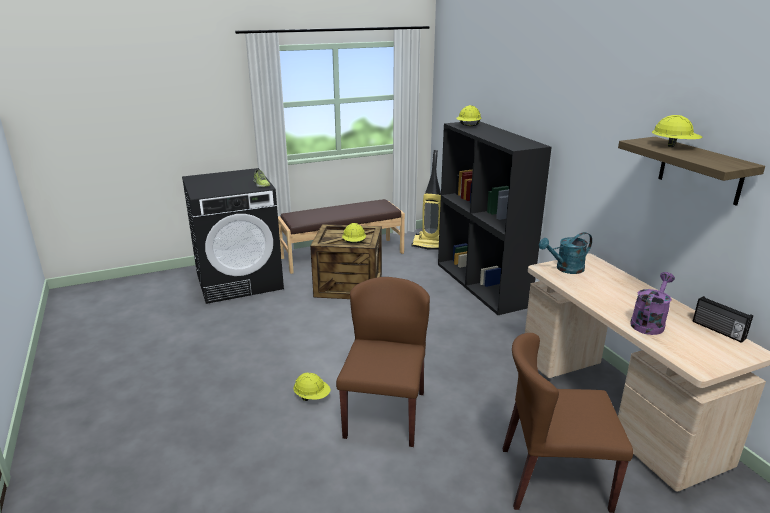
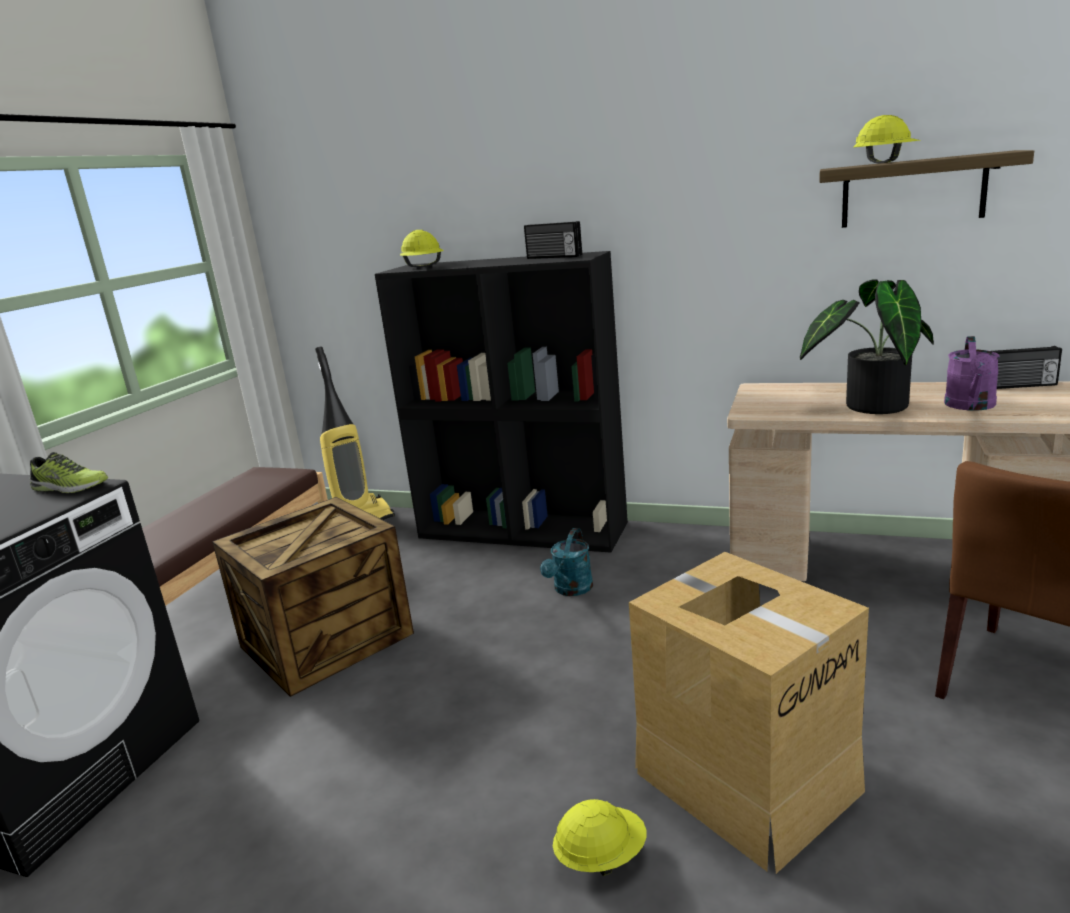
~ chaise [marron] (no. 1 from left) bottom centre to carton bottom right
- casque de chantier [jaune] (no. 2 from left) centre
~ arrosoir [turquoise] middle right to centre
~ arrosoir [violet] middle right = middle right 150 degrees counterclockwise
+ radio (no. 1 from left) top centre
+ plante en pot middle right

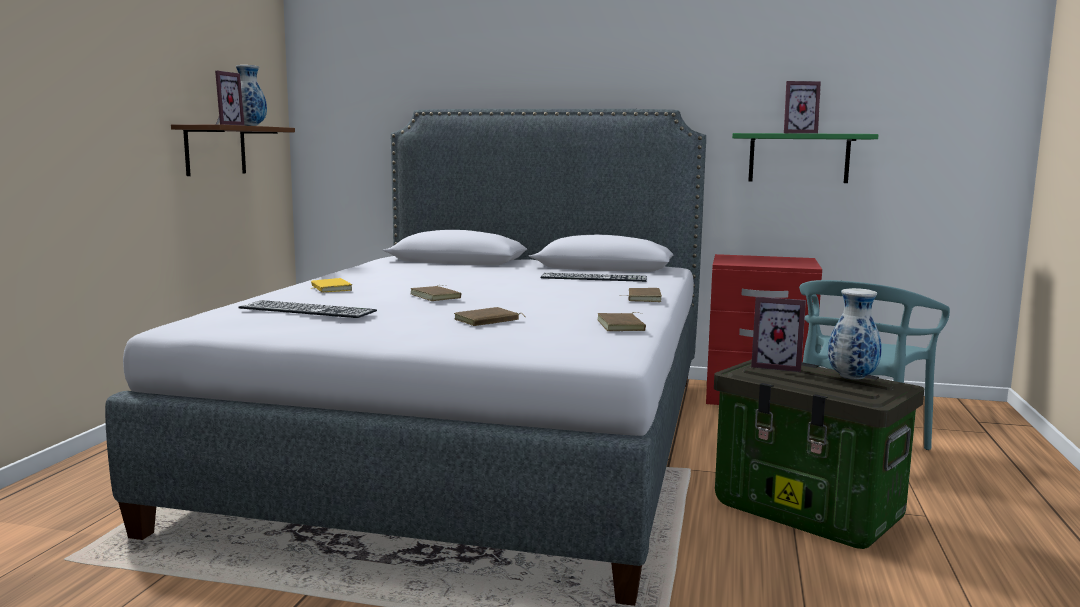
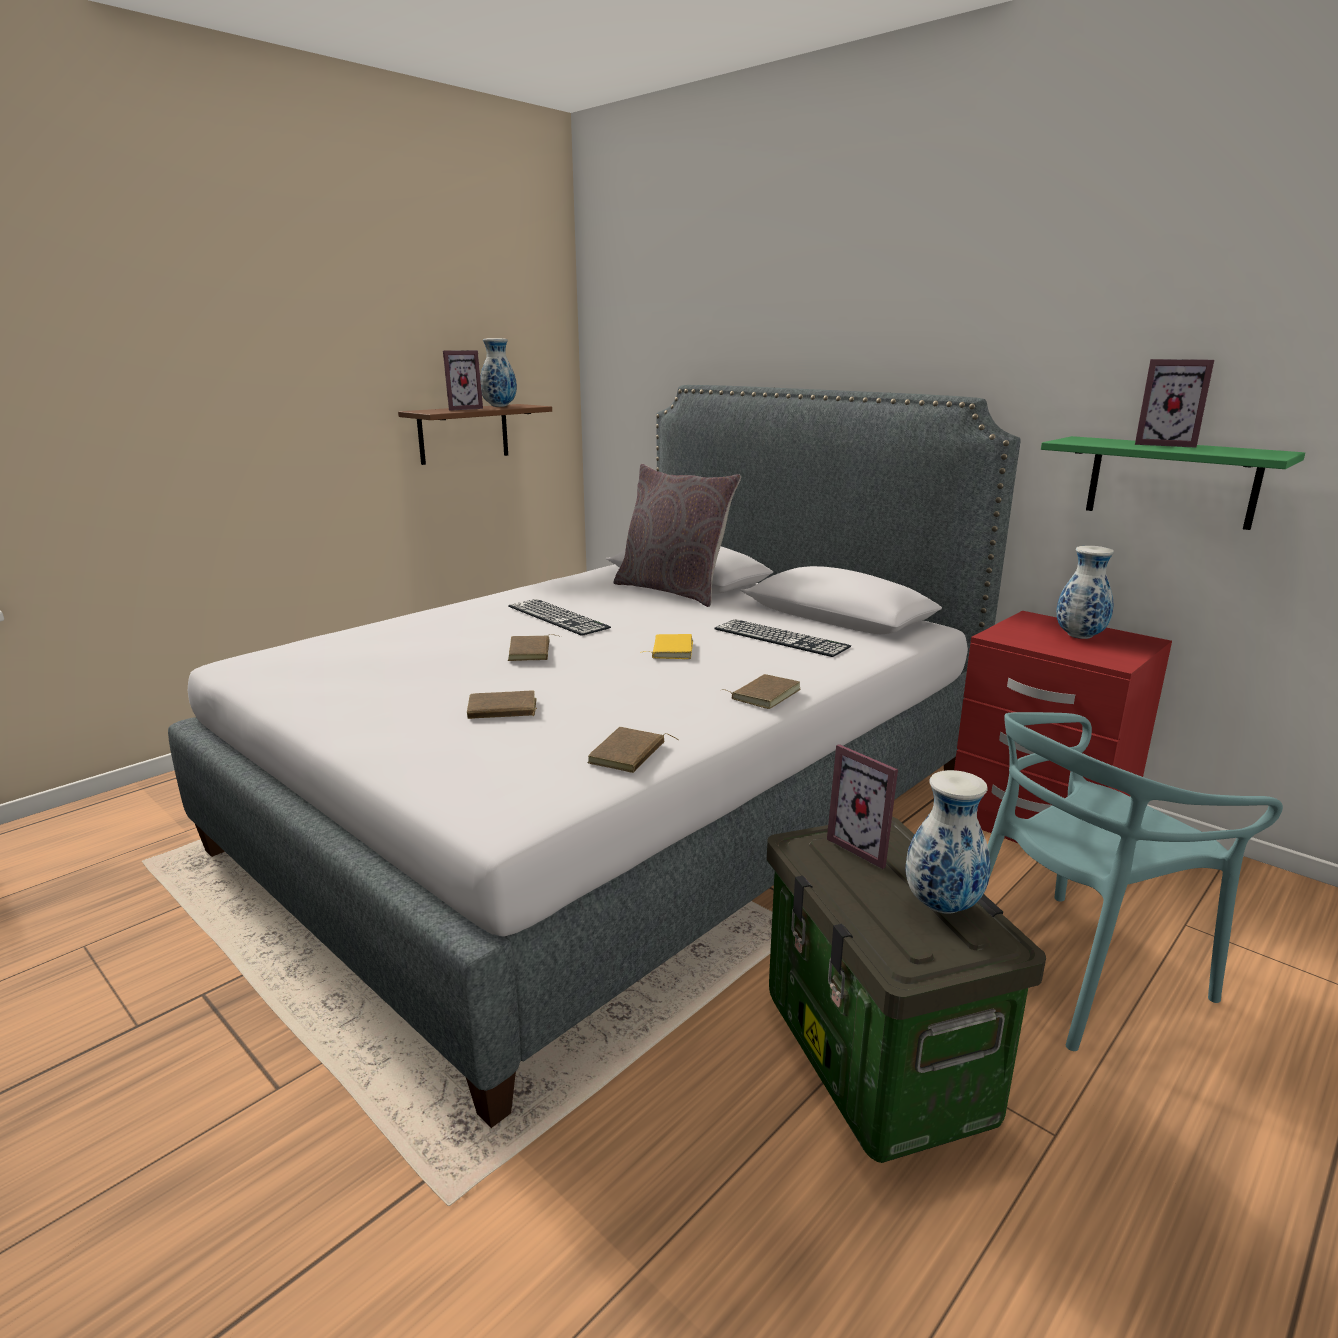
~ clavier (no. 1 from left) middle left to centre
~ livre [jaune] middle left to centre
+ coussin [gris] centre
+ vase (no. 3 from left) middle right

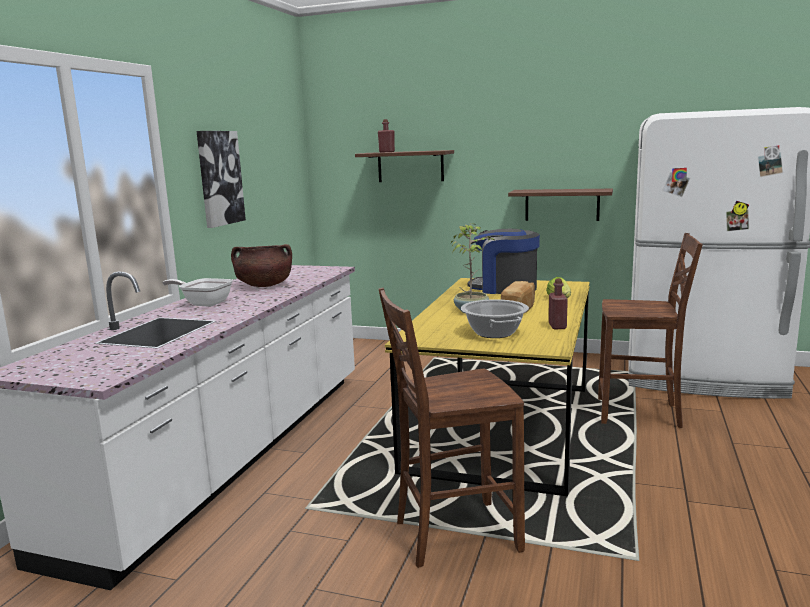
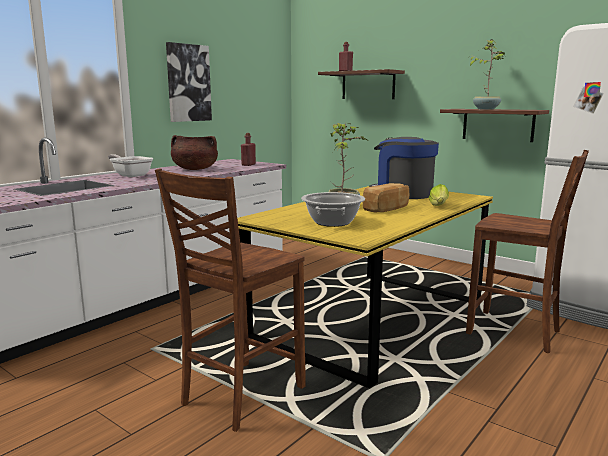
~ chaise [marron] (no. 1 from left) bottom centre = centre 60 degrees counterclockwise
~ bouteille [rouge] (no. 2 from left in the first image) middle right to bouteille [rouge] (no. 1 from left) top centre
+ plante en pot (no. 2 from left) top right

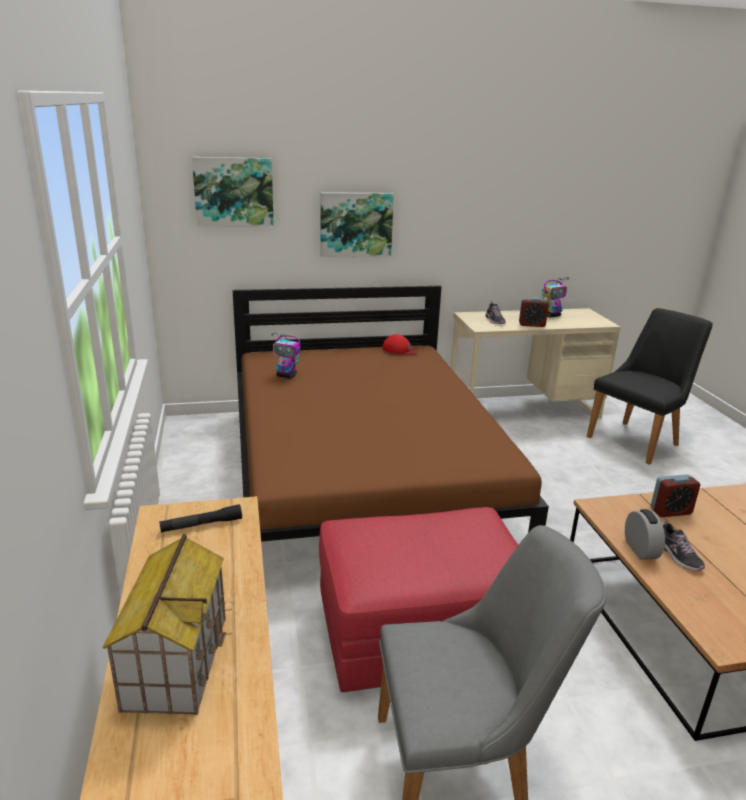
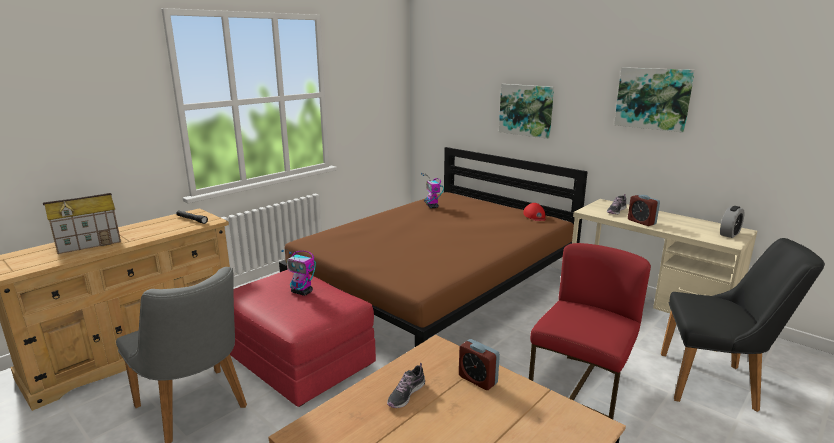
~ tableau (no. 1 from left in the first image) top left to tableau (no. 2 from left) top right
~ robot jouet (no. 2 from left in the first image) middle right to robot jouet (no. 1 from left) centre
~ réveil (no. 2 from left in the first image) bottom right to réveil (no. 3 from left) middle right
+ chaise [rouge] bottom right

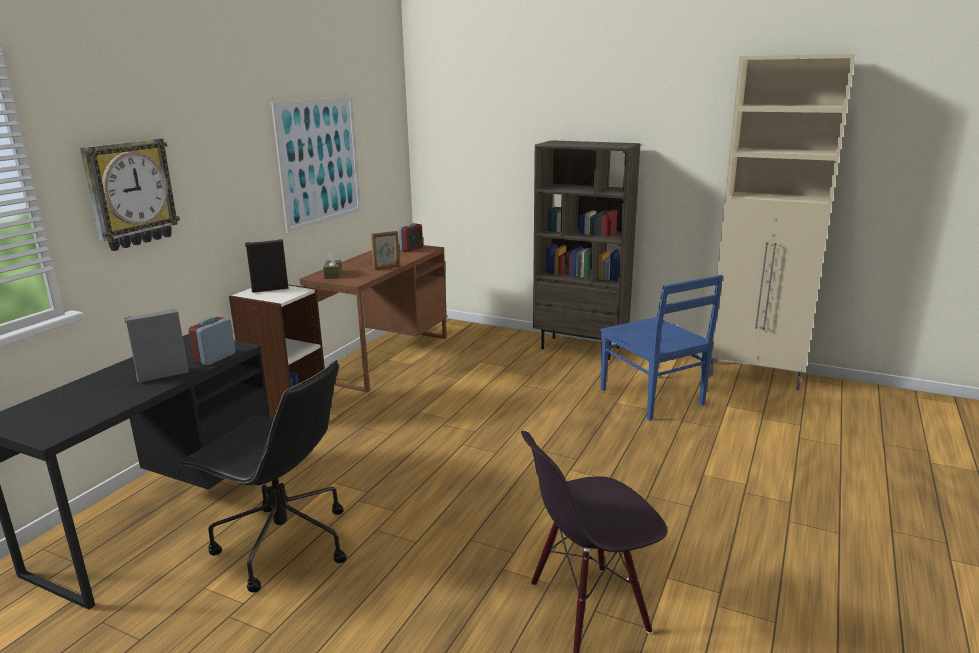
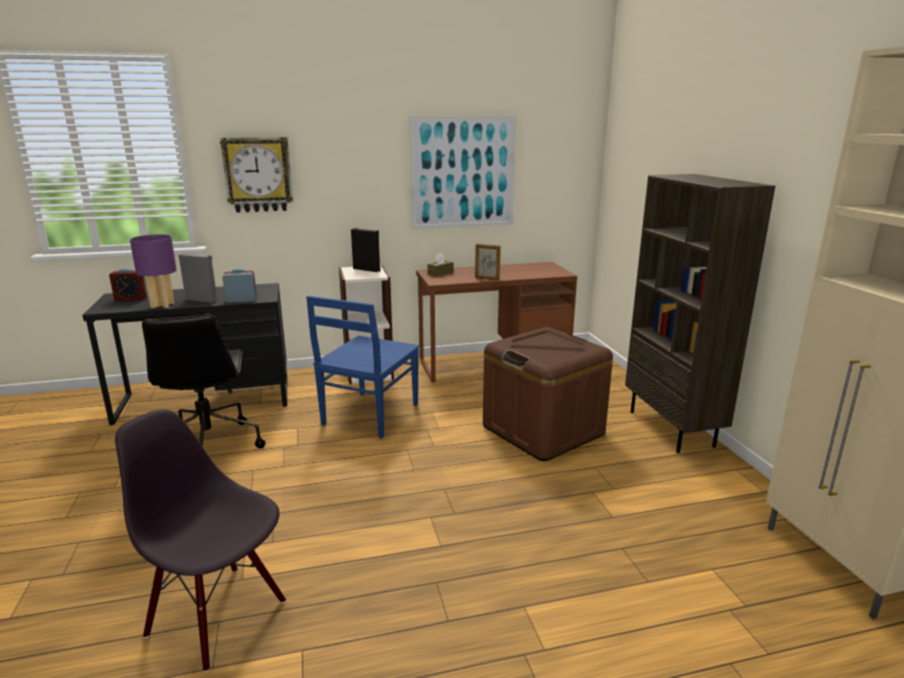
~ réveil (no. 2 from left in the first image) centre to réveil (no. 1 from left) middle left
~ chaise [bleu] middle right to centre
+ lampe de table [violet] middle left
+ boîte de rangement [marron] centre

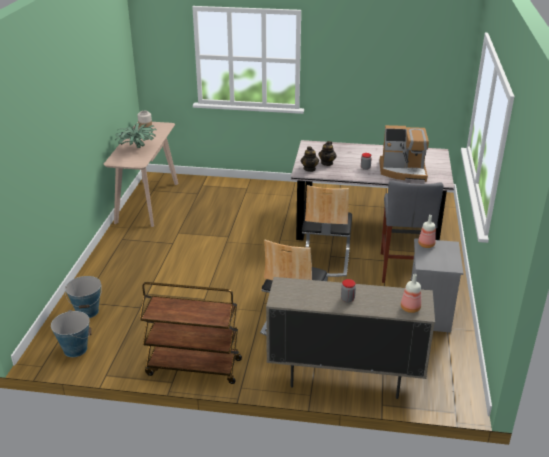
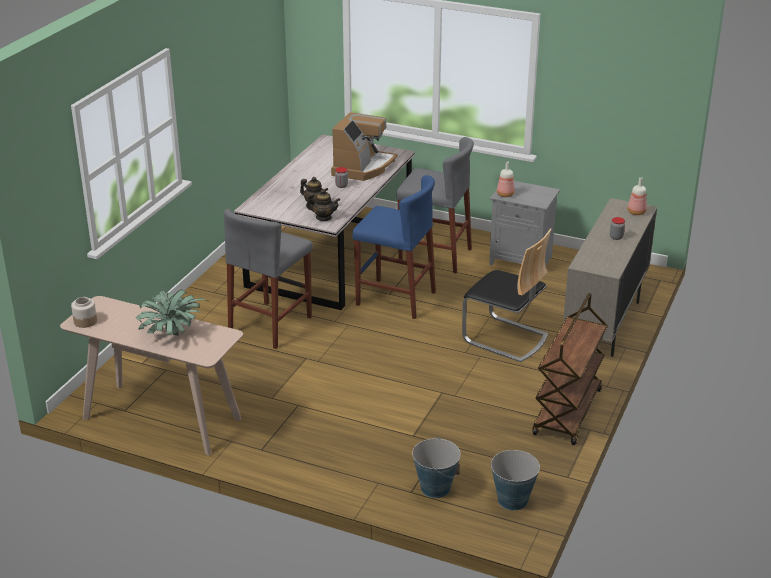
~ chaise (no. 2 from left) centre to tabouret [bleu] centre
+ tabouret [gris] (no. 1 from left) centre

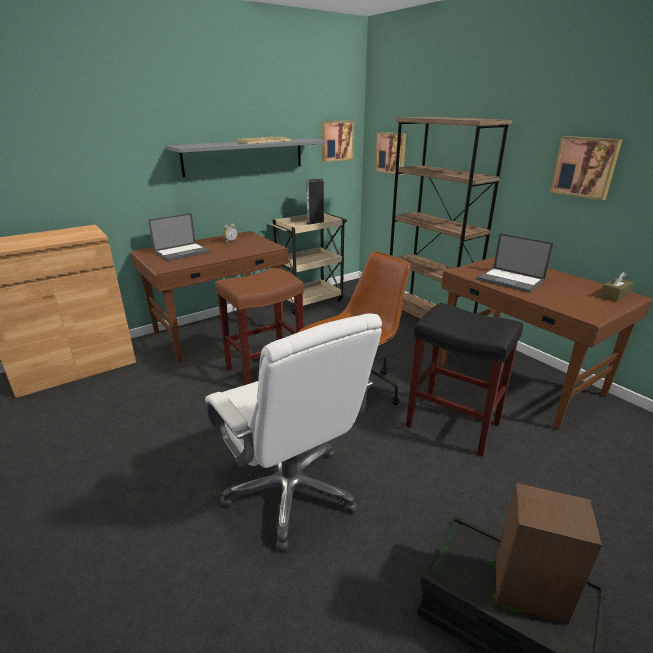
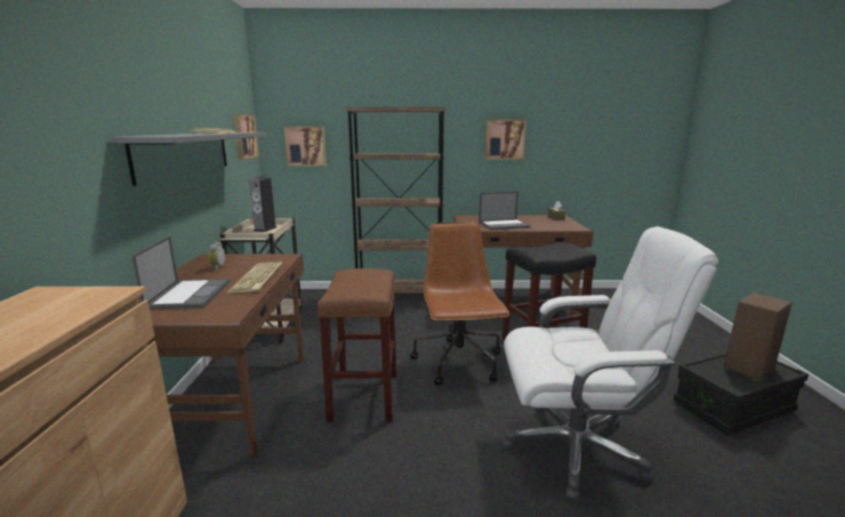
+ clavier (no. 2 from left) middle left

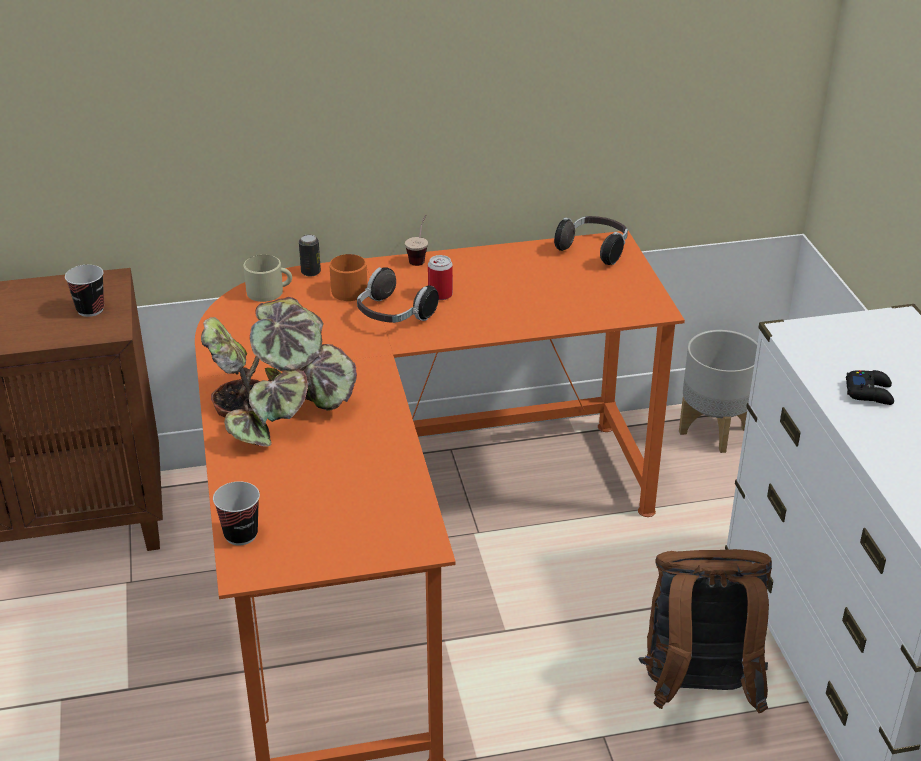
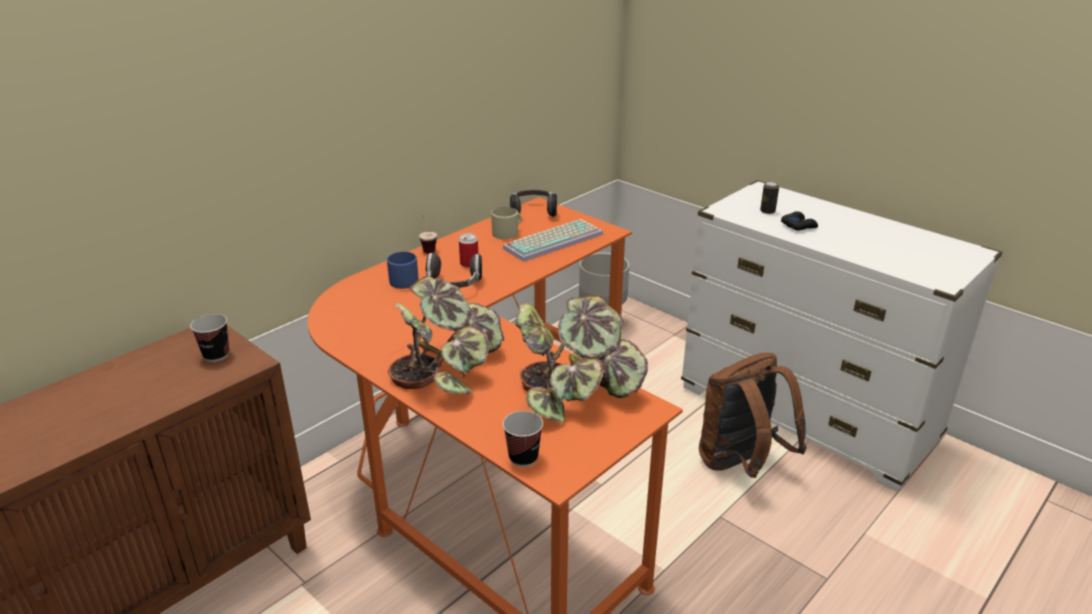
~ mug [beige] middle left to centre
~ boîte métallique (no. 1 from left in the first image) centre to boîte métallique (no. 2 from left) top right
~ mug [orange] centre to mug [bleu] centre
+ clavier centre
+ plante en pot (no. 2 from left) centre

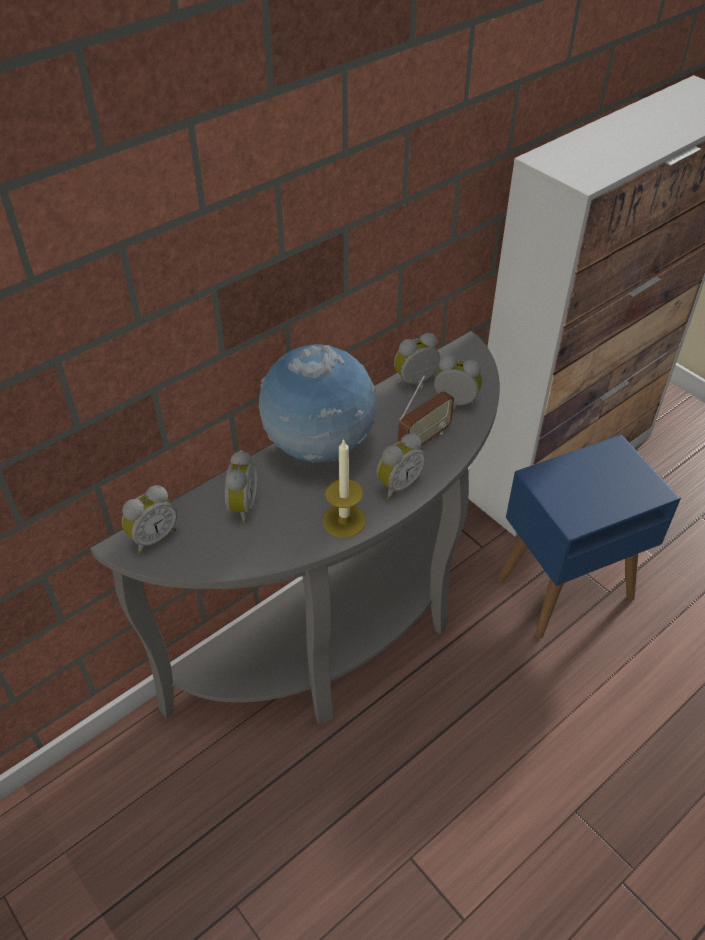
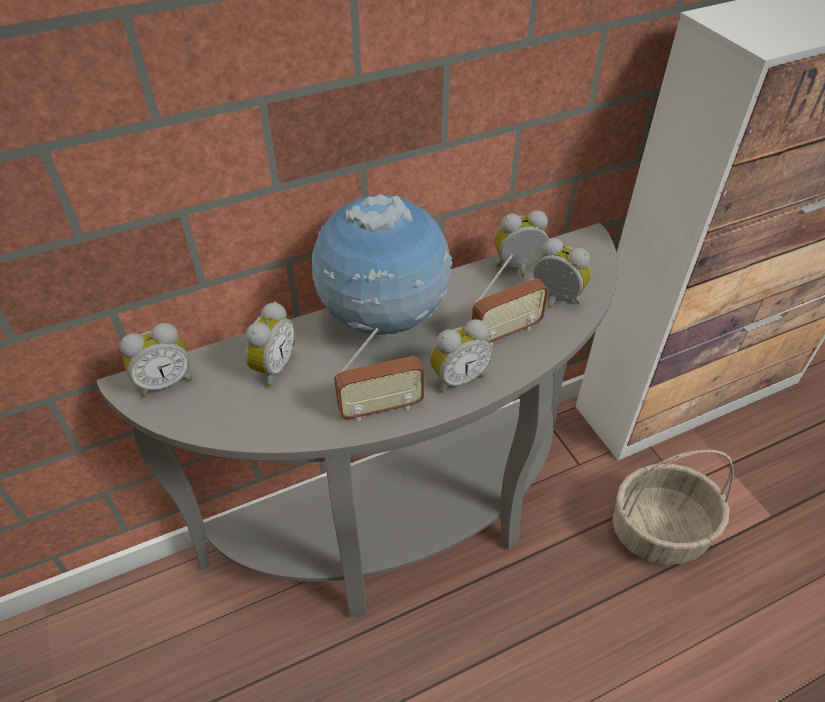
~ bougie centre to radio (no. 1 from left) centre
~ table d'appoint [bleu] middle right to panier bottom right

